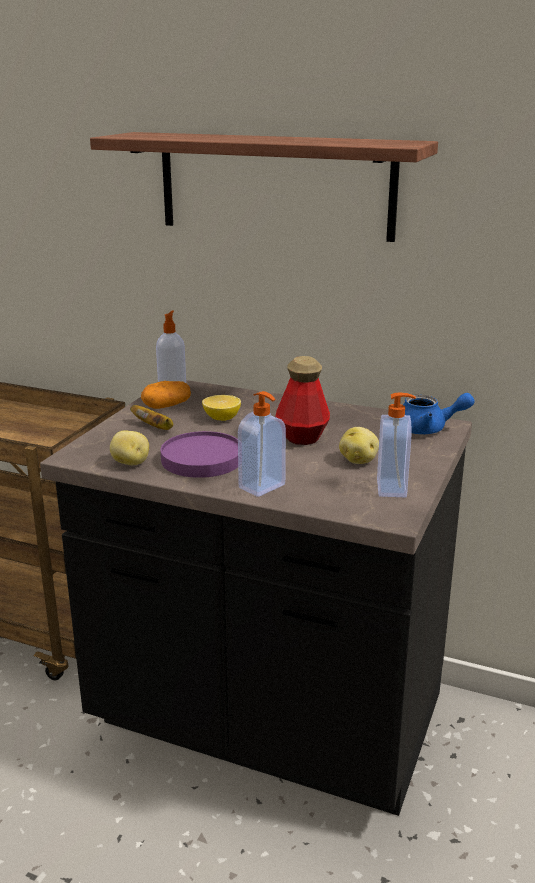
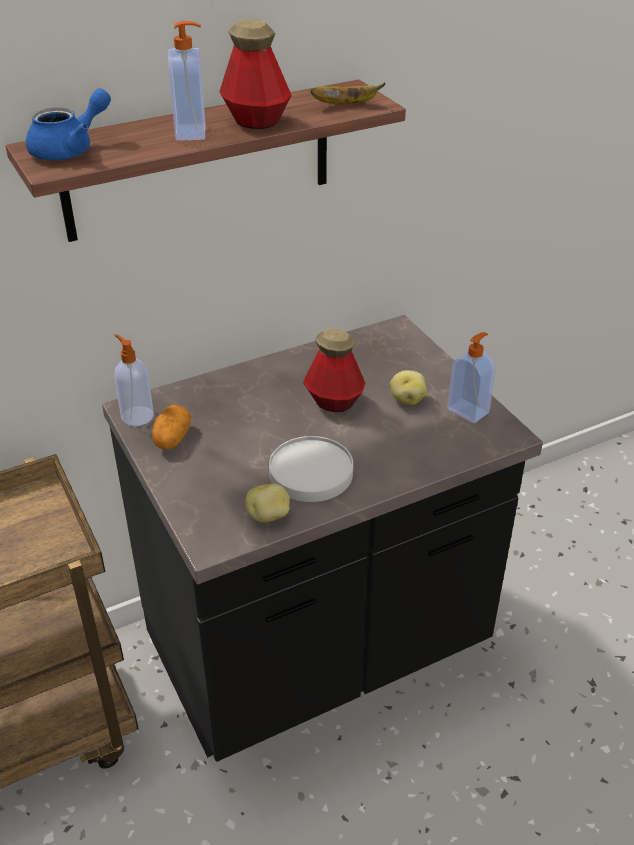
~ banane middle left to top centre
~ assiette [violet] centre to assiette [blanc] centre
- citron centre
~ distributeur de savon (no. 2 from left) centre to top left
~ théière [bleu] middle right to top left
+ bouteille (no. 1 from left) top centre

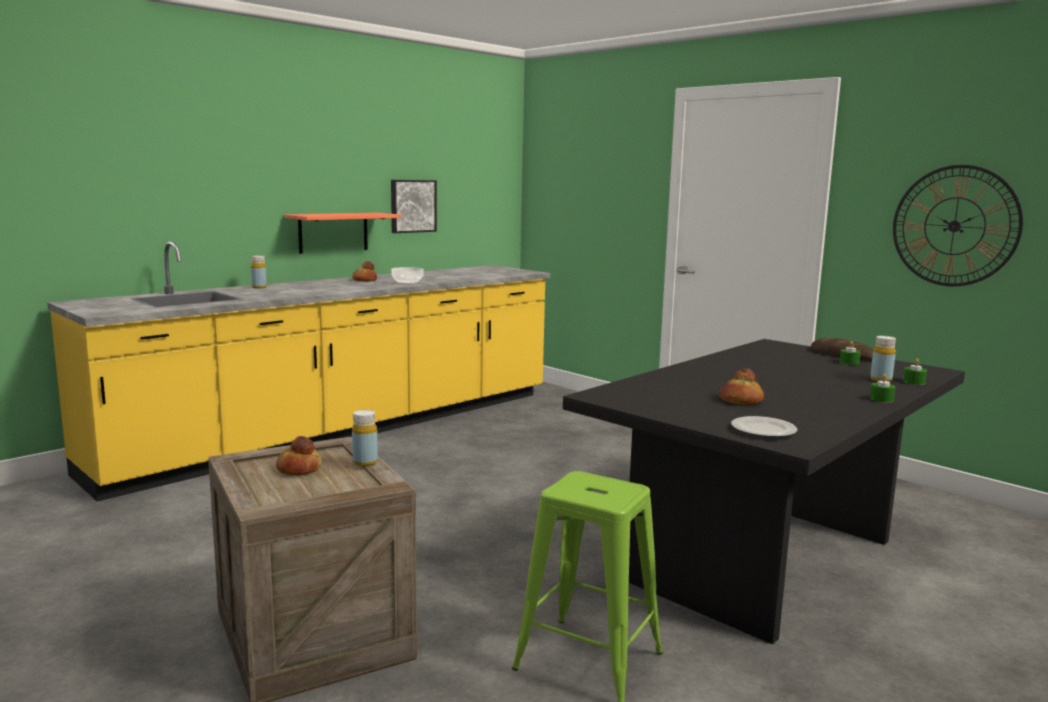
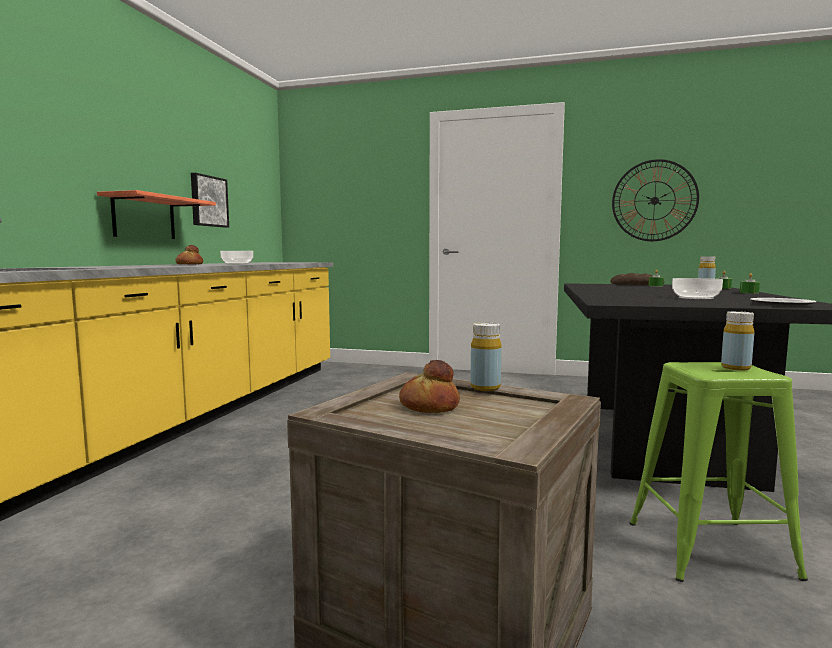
~ bouteille [jaune] (no. 1 from left in the first image) middle left to bouteille [jaune] (no. 3 from left) middle right
~ pain (no. 3 from left) middle right to bol (no. 2 from left) middle right

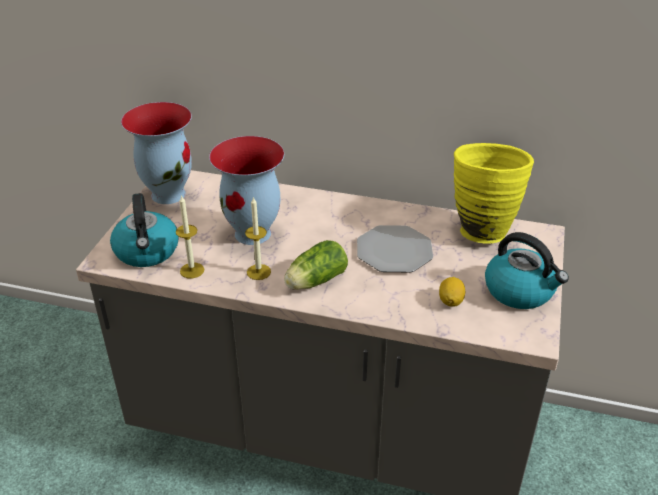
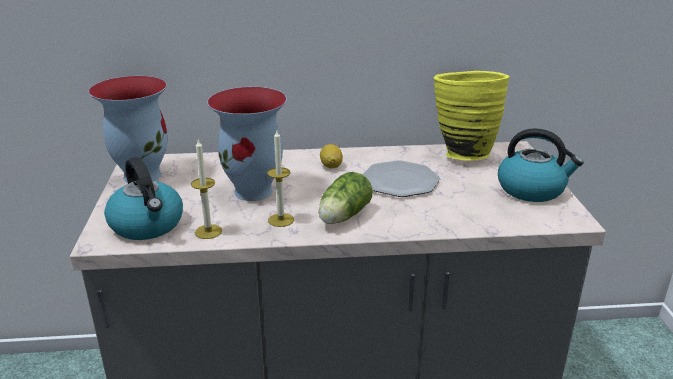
~ citron middle right to centre

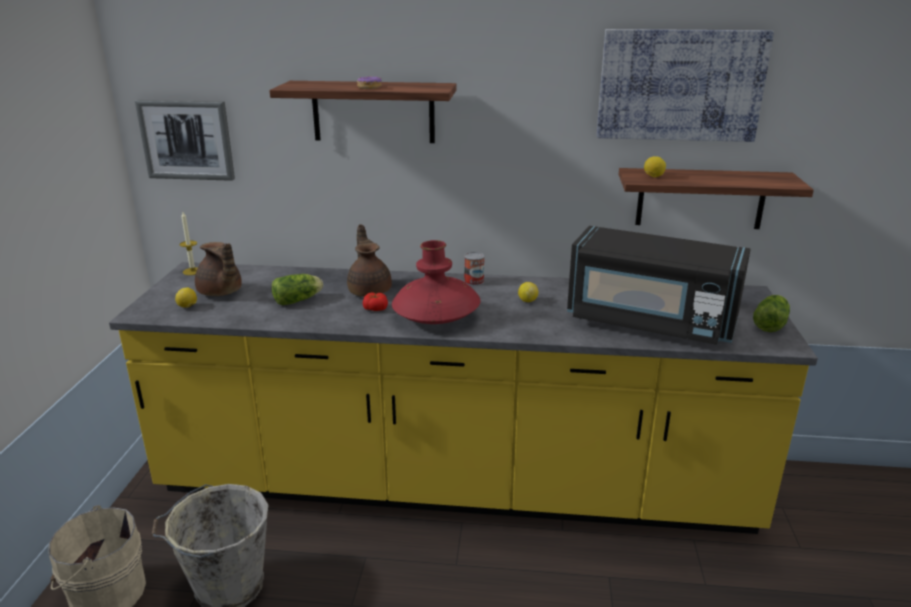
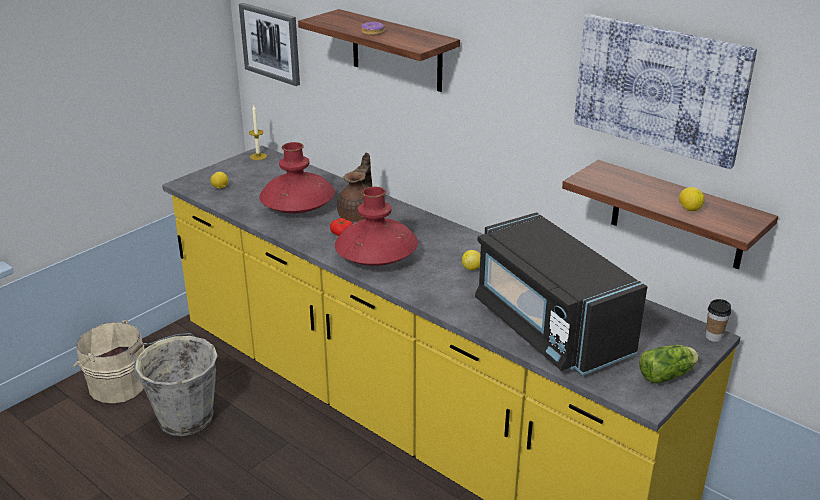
- théière [marron] (no. 1 from left) middle left
~ laitue (no. 1 from left) middle left to vase [rouge] (no. 1 from left) centre
- boîte métallique centre
~ citron (no. 3 from left) top right to middle right
+ tasse middle right

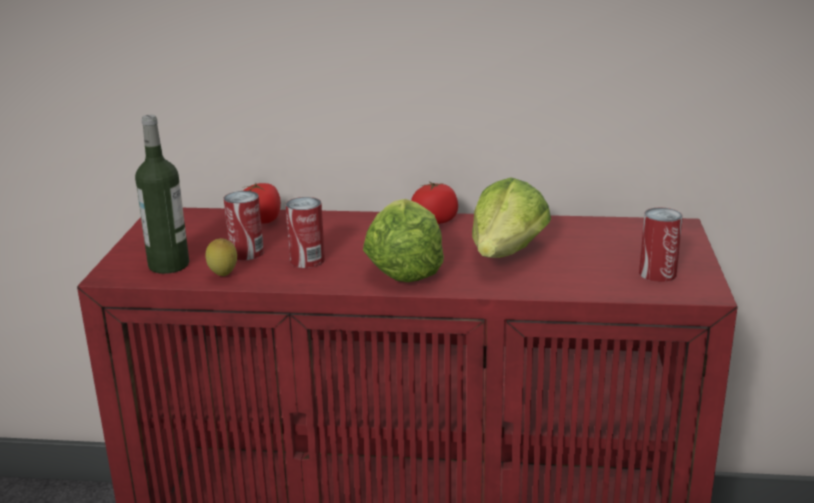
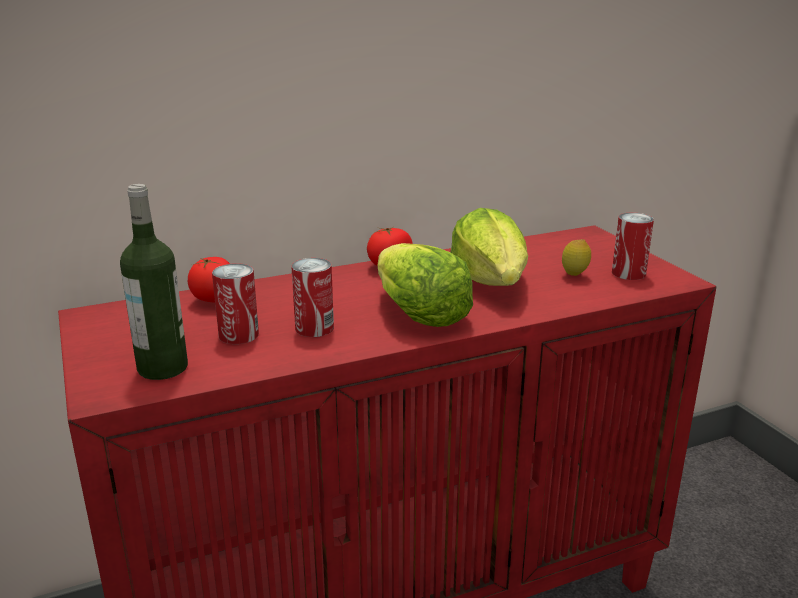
~ citron middle left to middle right

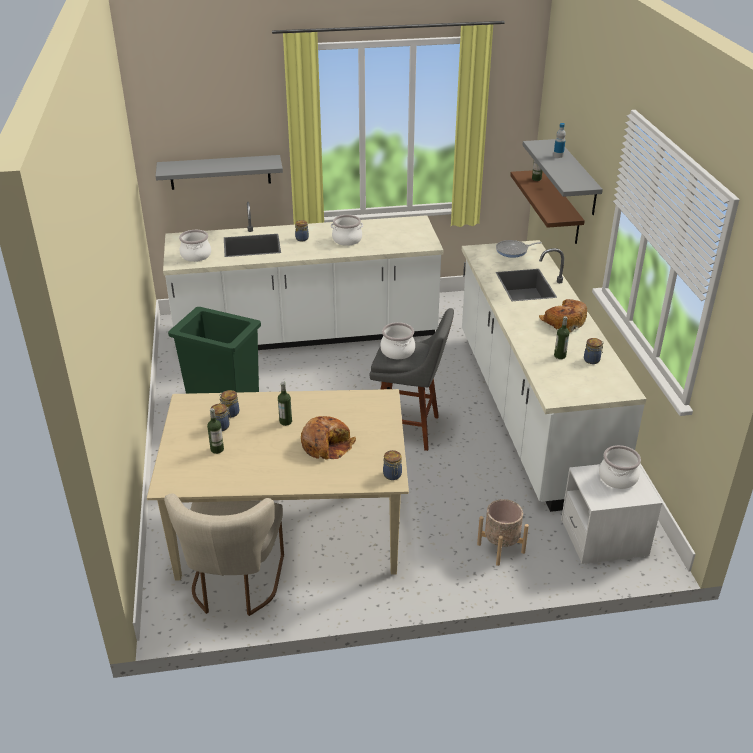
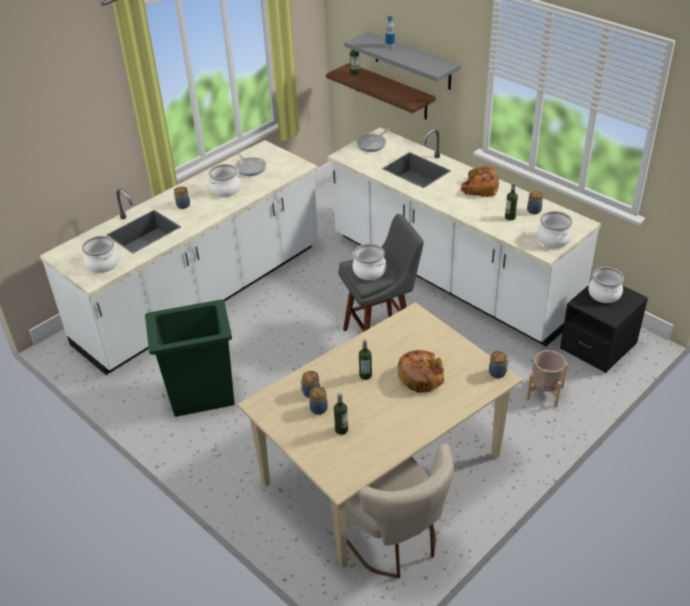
- étagère [gris] (no. 1 from left) top left
~ table de chevet [blanc] bottom right to table de chevet [noir] middle right
+ poêle (no. 1 from left) top centre
+ marmite (no. 4 from left) middle right

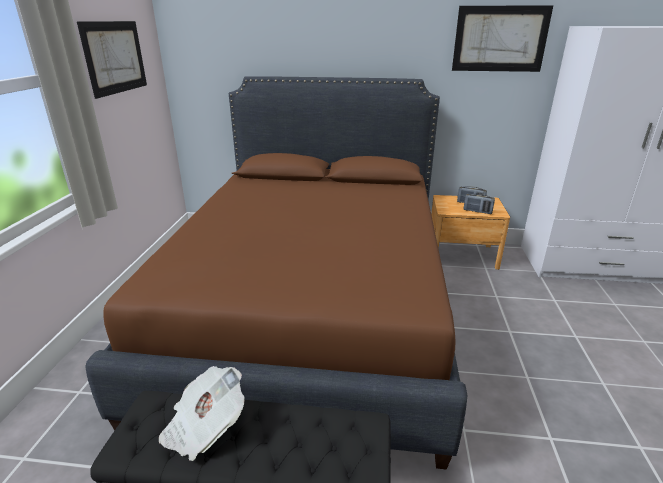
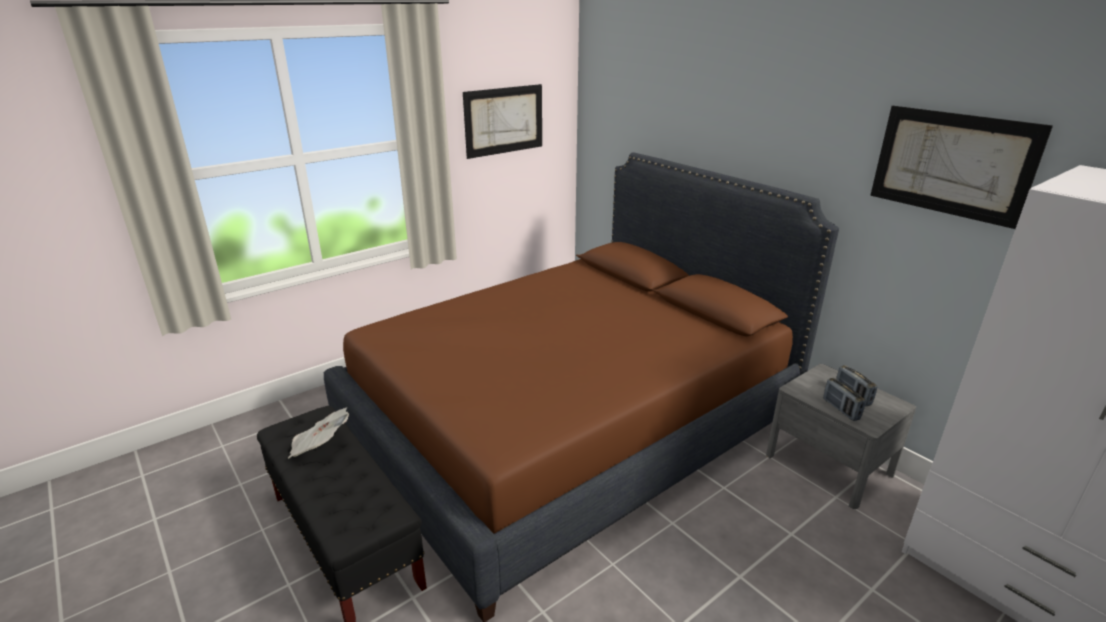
~ table de chevet [marron] middle right to table de chevet [gris] bottom right

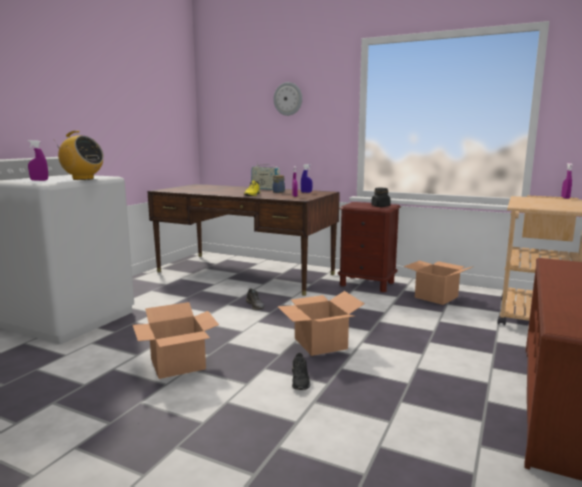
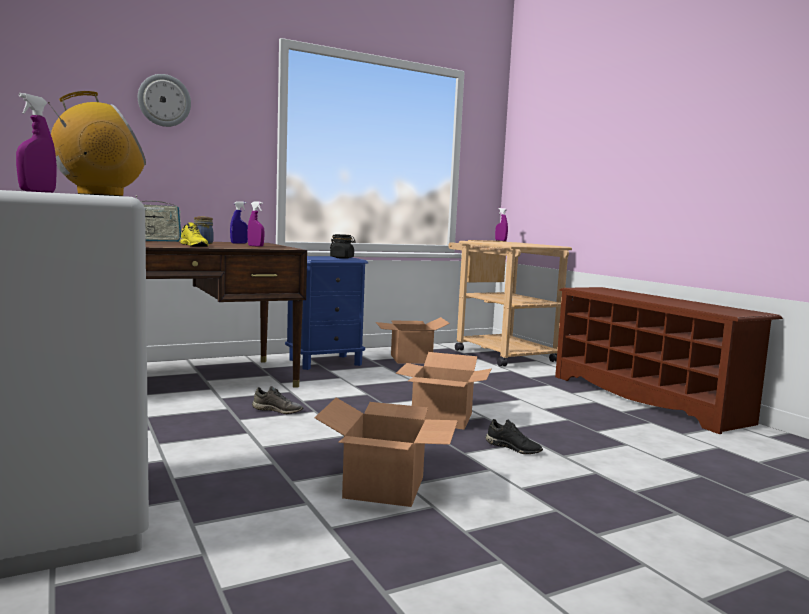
~ table de chevet [marron] centre to table de chevet [bleu] centre

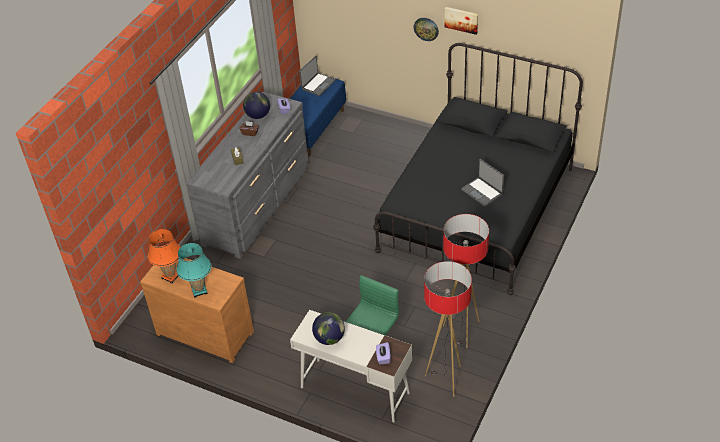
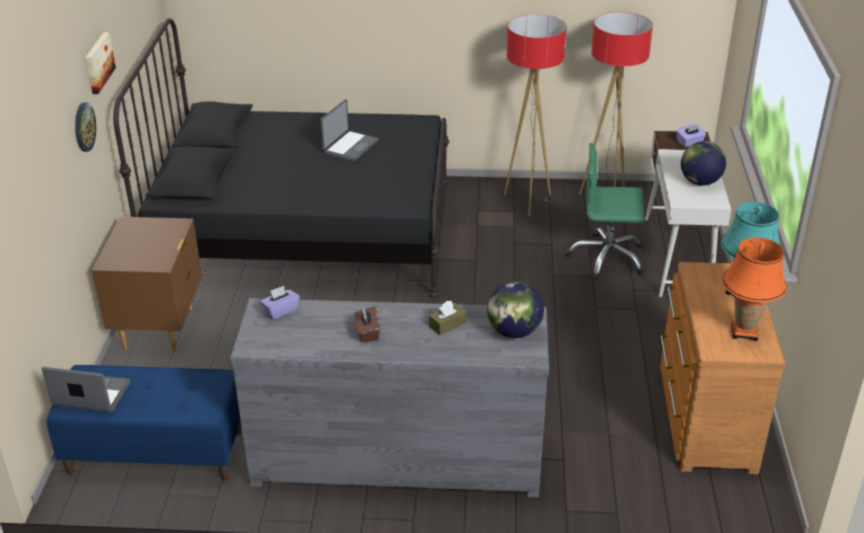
~ globe (no. 1 from left) top centre to centre
+ table de chevet [marron] middle left

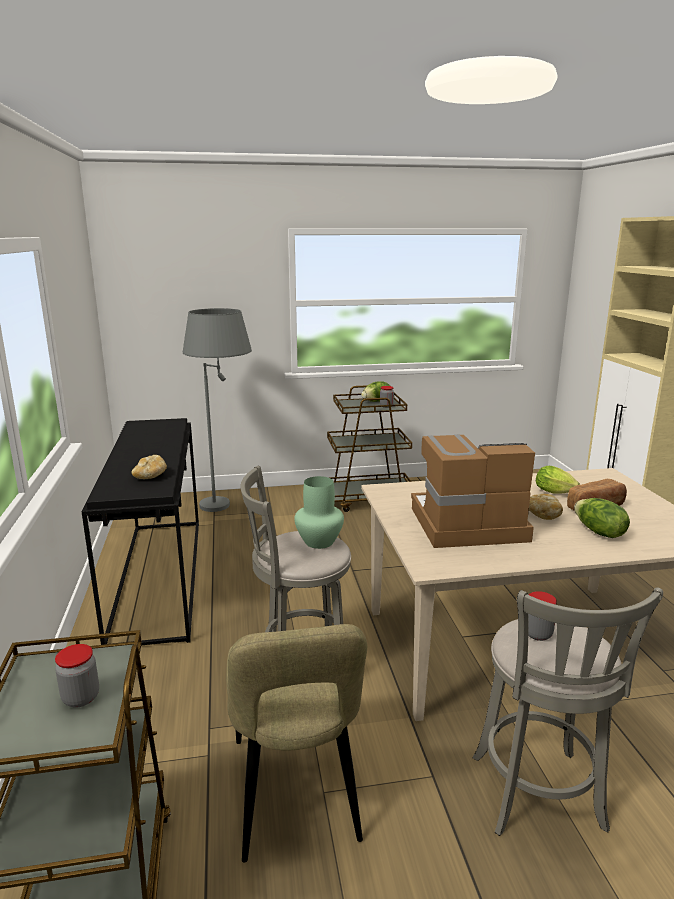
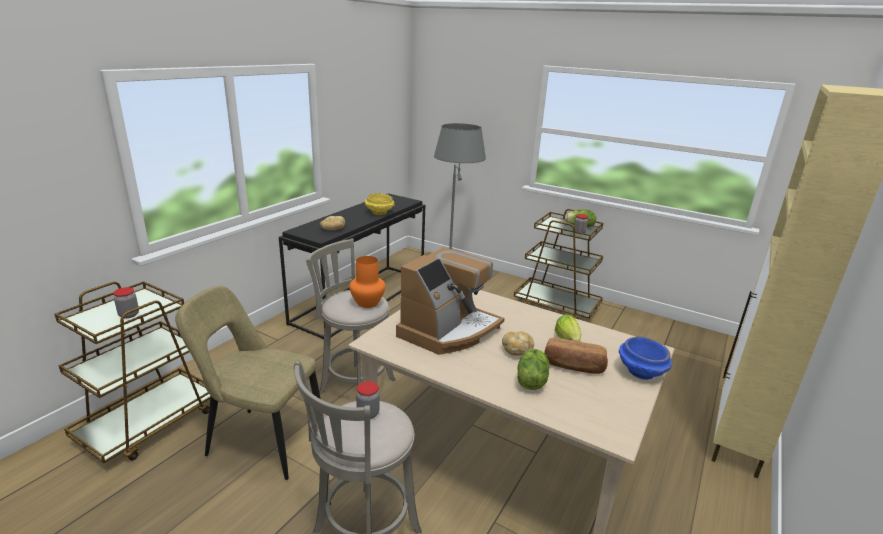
~ chaise [beige] bottom centre = bottom left 75 degrees clockwise
~ vase [vert] centre to vase [orange] centre
~ machine à café middle right = centre 90 degrees clockwise
+ bol [jaune] centre
+ bol [bleu] bottom right

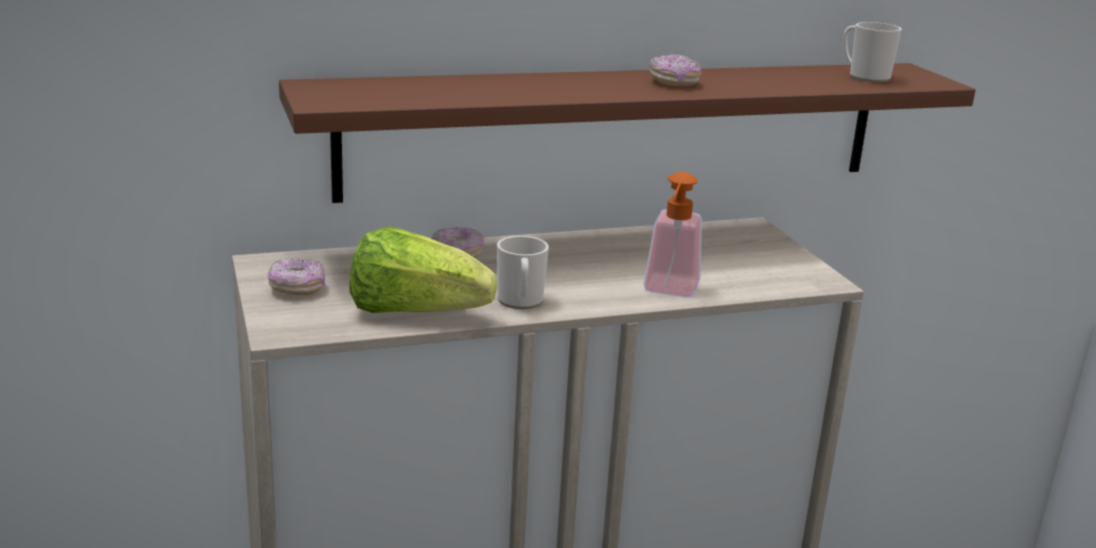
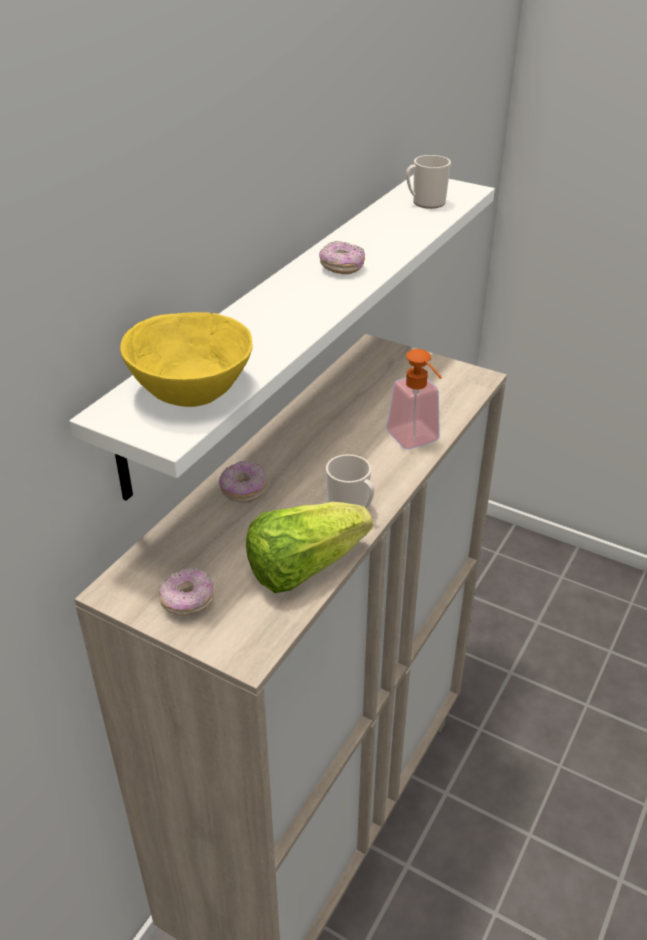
~ étagère [marron] top centre to étagère [blanc] centre
+ bol [jaune] middle left

